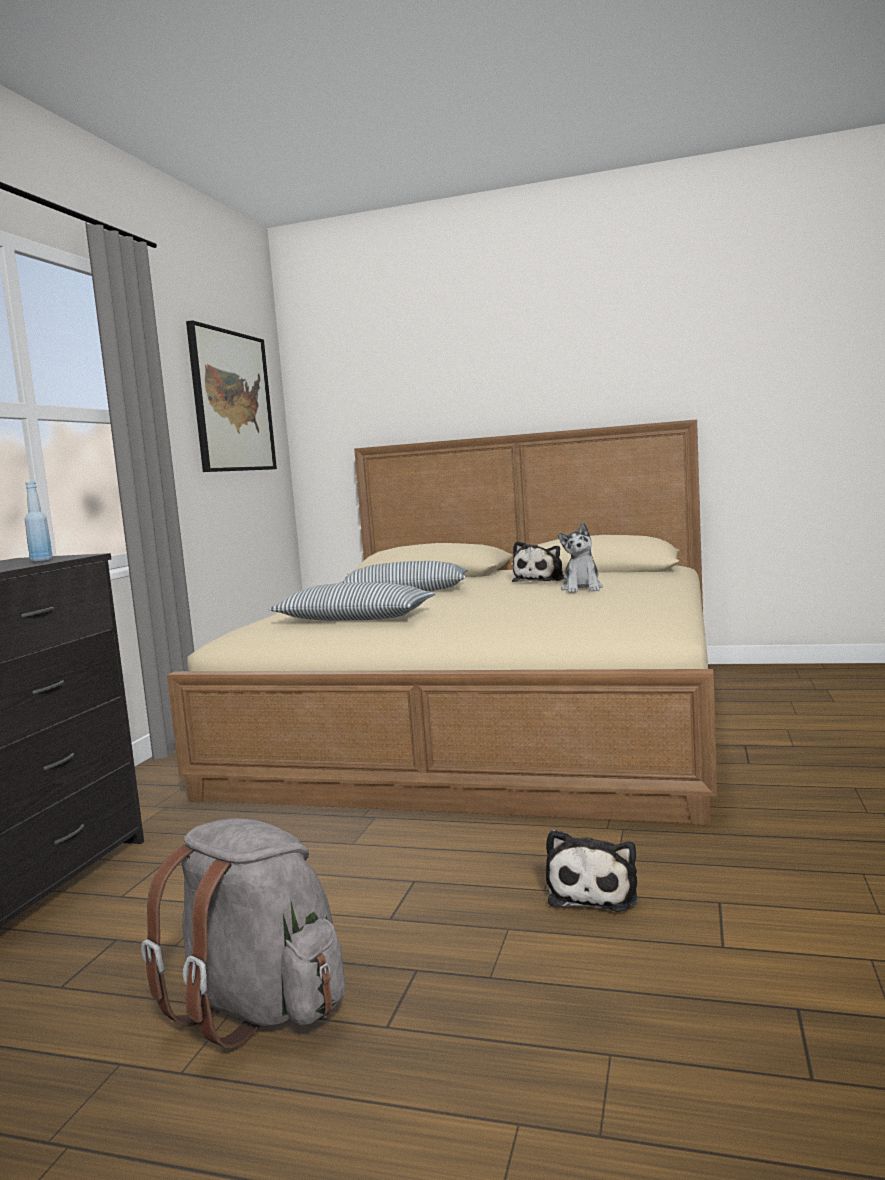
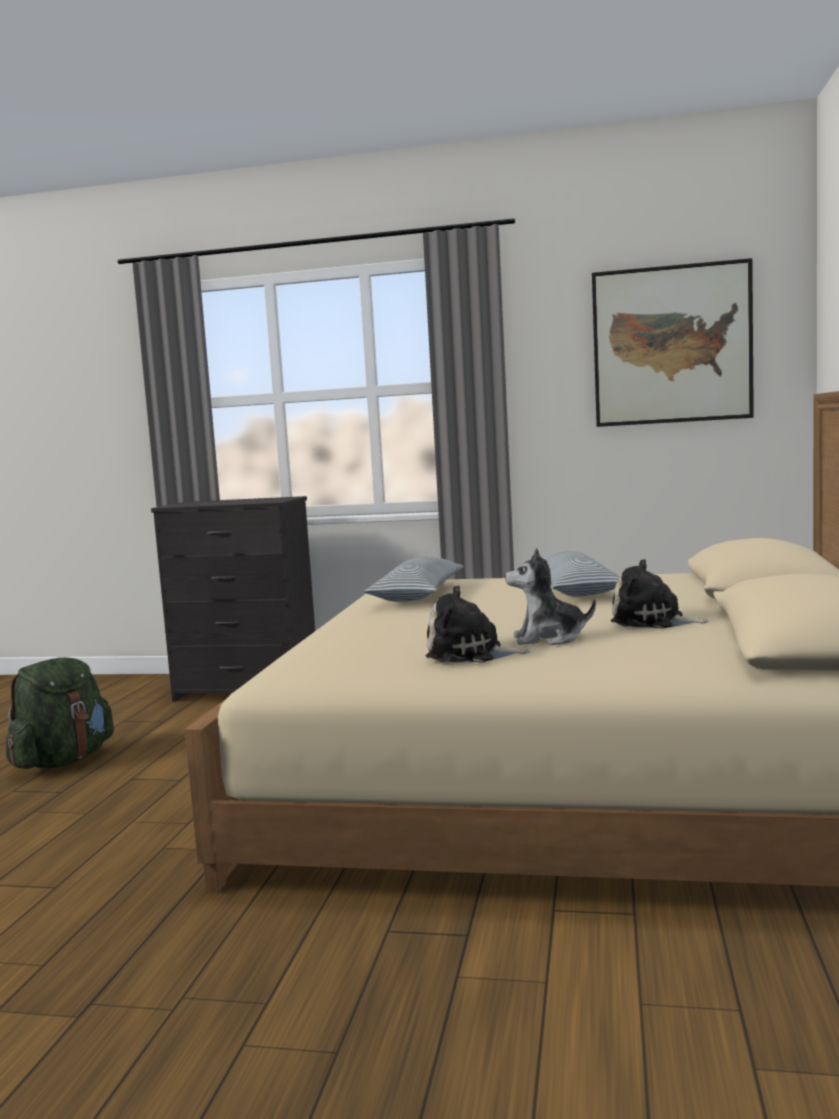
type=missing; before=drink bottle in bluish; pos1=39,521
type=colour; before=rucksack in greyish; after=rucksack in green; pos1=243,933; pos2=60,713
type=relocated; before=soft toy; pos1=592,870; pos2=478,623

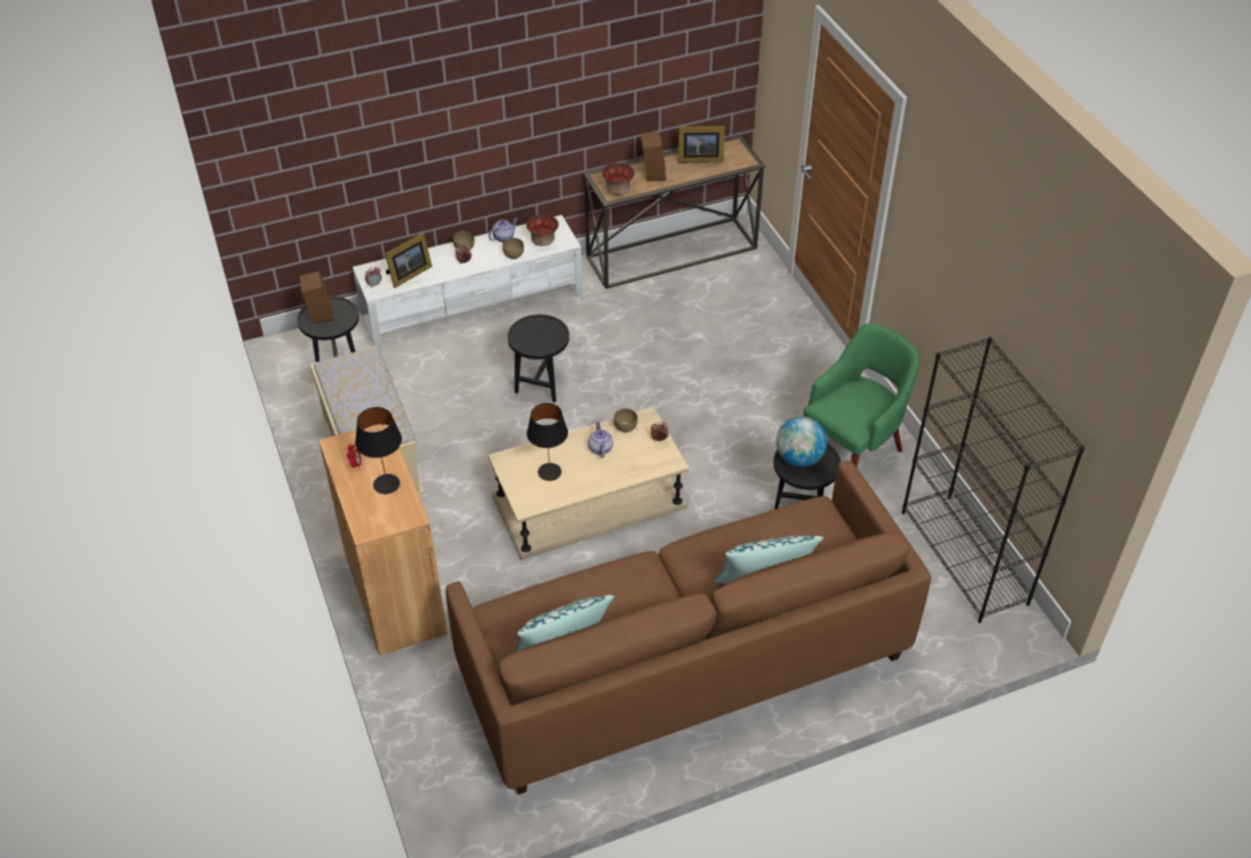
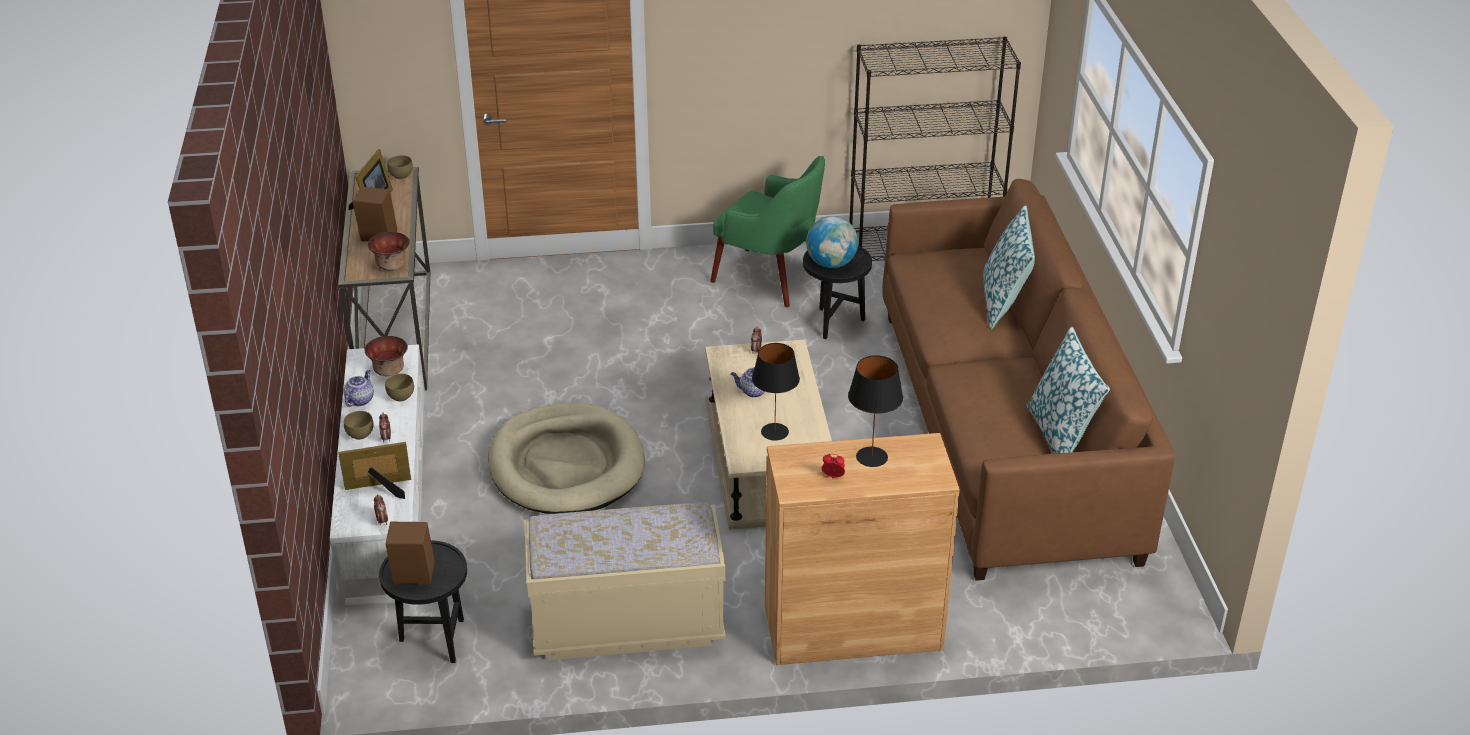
type=spun; before=teapot; pos1=503,230; pos2=358,388; turn=45
type=spun; before=photo frame; pos1=408,260; pos2=374,470; turn=-75
type=exchanged; before=side table in black; after=dog cushion in beige-coloured; pos1=538,358; pos2=566,458
type=spun; before=armchair in green; pos1=861,395; pos2=767,232; turn=150
type=relocated; before=serving bowl in brown-coloured; pos1=626,420; pos2=400,167

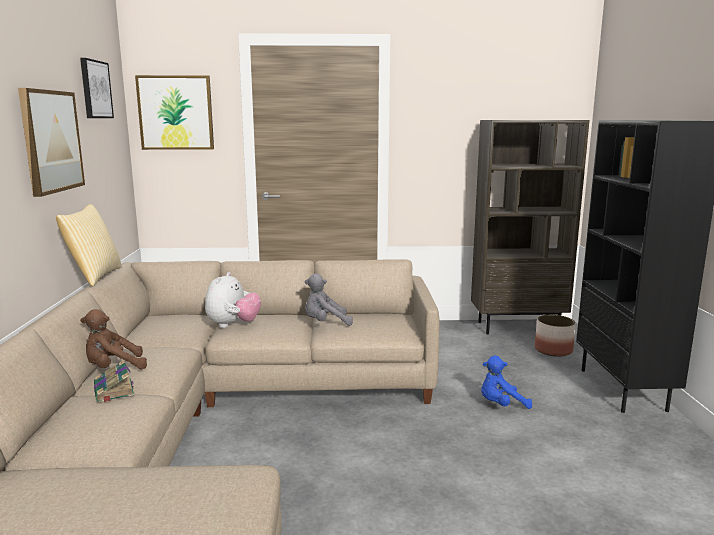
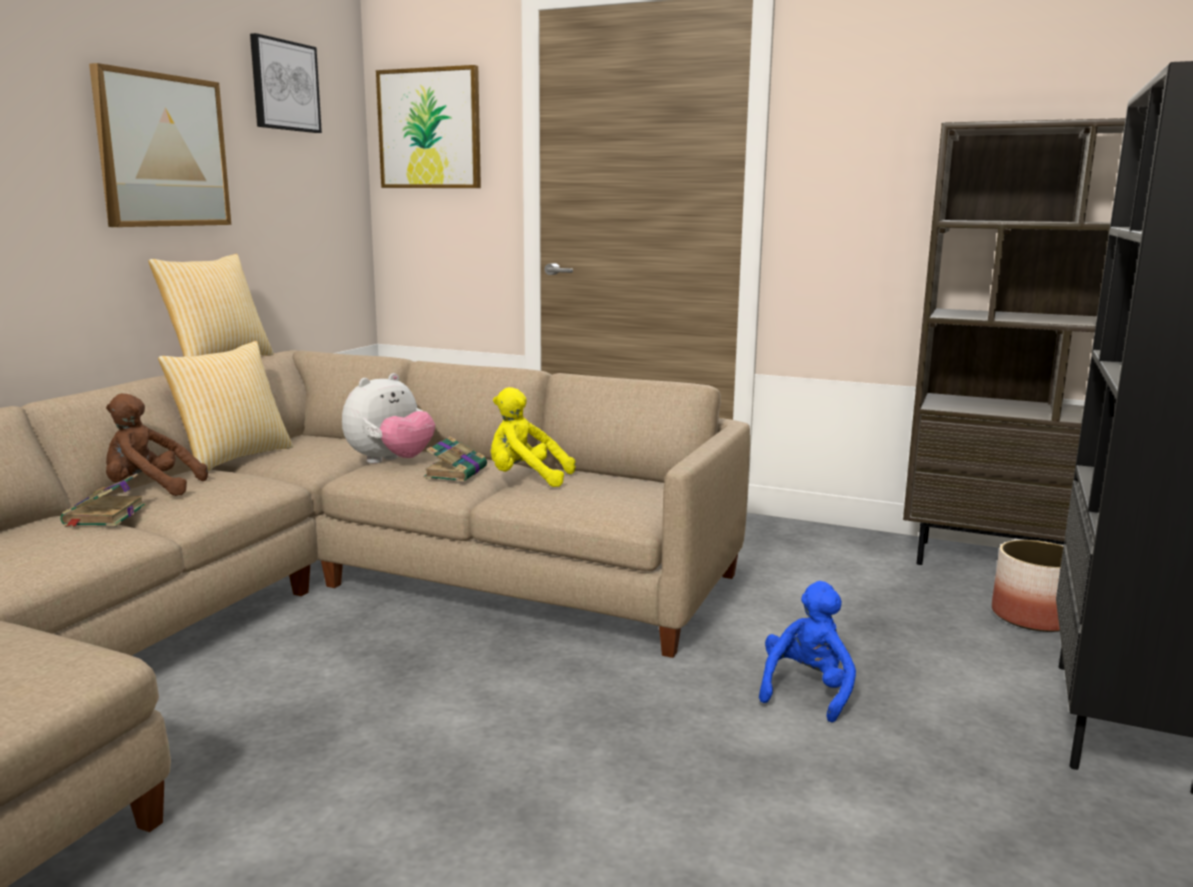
type=colour; before=soft toy in greyish; after=soft toy in yellowish; pos1=328,300; pos2=533,437
type=spun; before=soft toy in bluish; pos1=506,382; pos2=807,652; turn=105
type=appeared; after=pillow; pos2=225,406
type=appeared; after=bound book; pos2=455,459

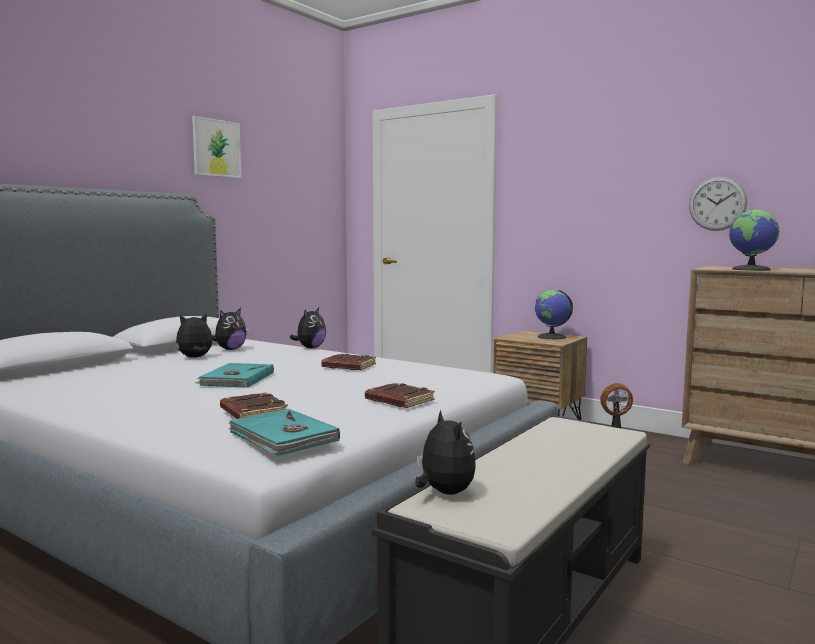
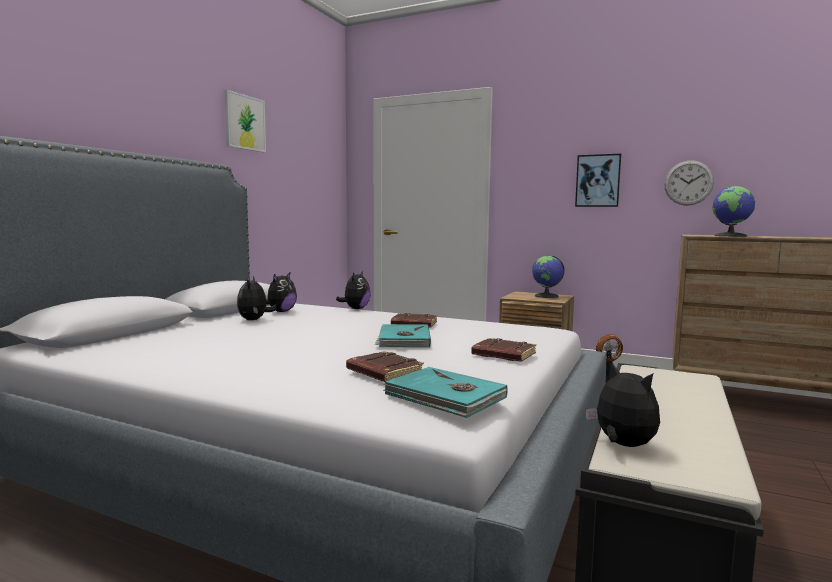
type=spun; before=soft toy; pos1=193,335; pos2=257,298; turn=-60
type=relocated; before=bound book in turquoise; pos1=234,375; pos2=403,336
type=appeared; after=wall art; pos2=598,180

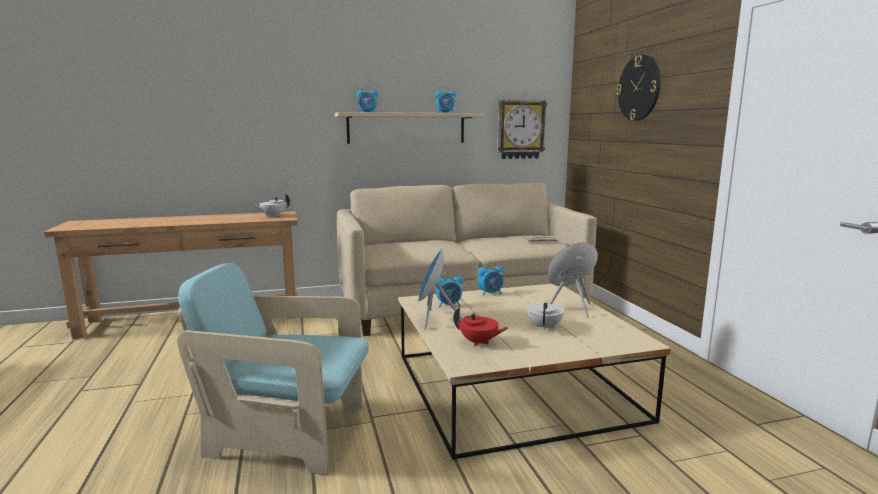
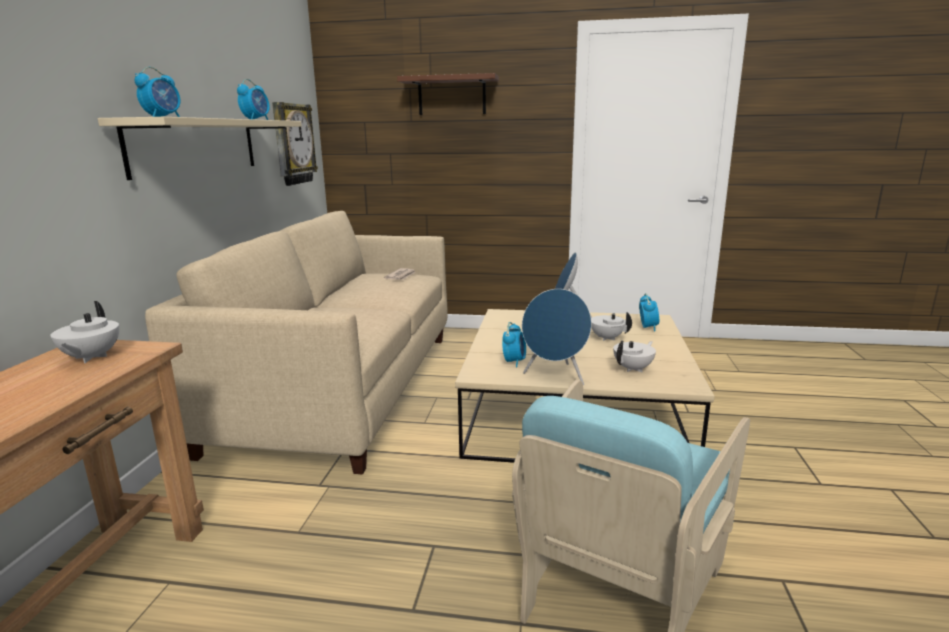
type=exchanged; before=wall clock; after=bracket shelf in brown-coloured; pos1=638,87; pos2=448,94
type=relocated; before=bedside clock; pos1=490,279; pos2=649,312
type=colour; before=teapot in red-coloured; after=teapot in white; pos1=480,326; pos2=634,356

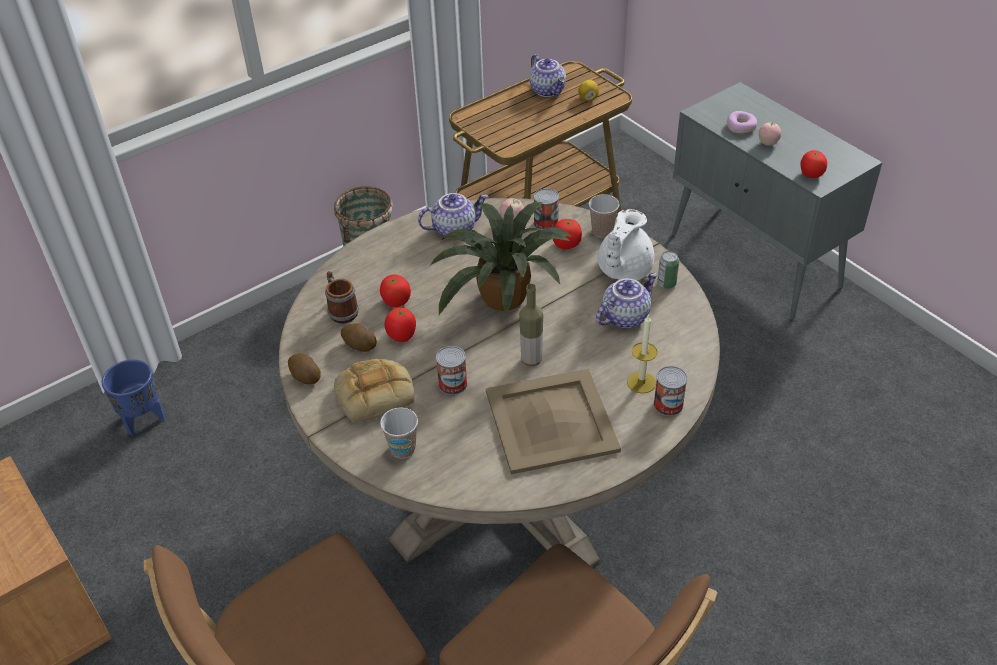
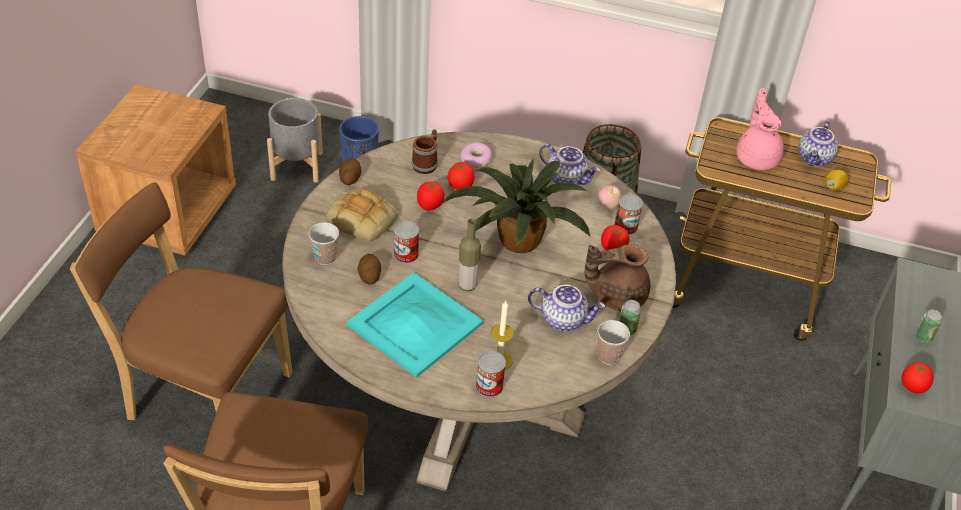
type=relocated; before=ring doughnut; pos1=742,122; pos2=476,155
type=exchanged; before=apple; after=metal can; pos1=770,134; pos2=928,326
type=relocated; before=cup; pos1=604,216; pos2=614,342
type=colour; before=teapot in white; after=teapot in brown-coloured; pos1=626,245; pos2=617,277
type=relocated; before=potato; pos1=359,337; pos2=369,269
type=colour; before=serving tray in beige-coloured; after=serving tray in turquoise; pos1=553,421; pos2=414,325
type=appeared; after=teapot in pink; pos2=760,129
type=appeared; after=flower pot in greyish; pos2=295,140

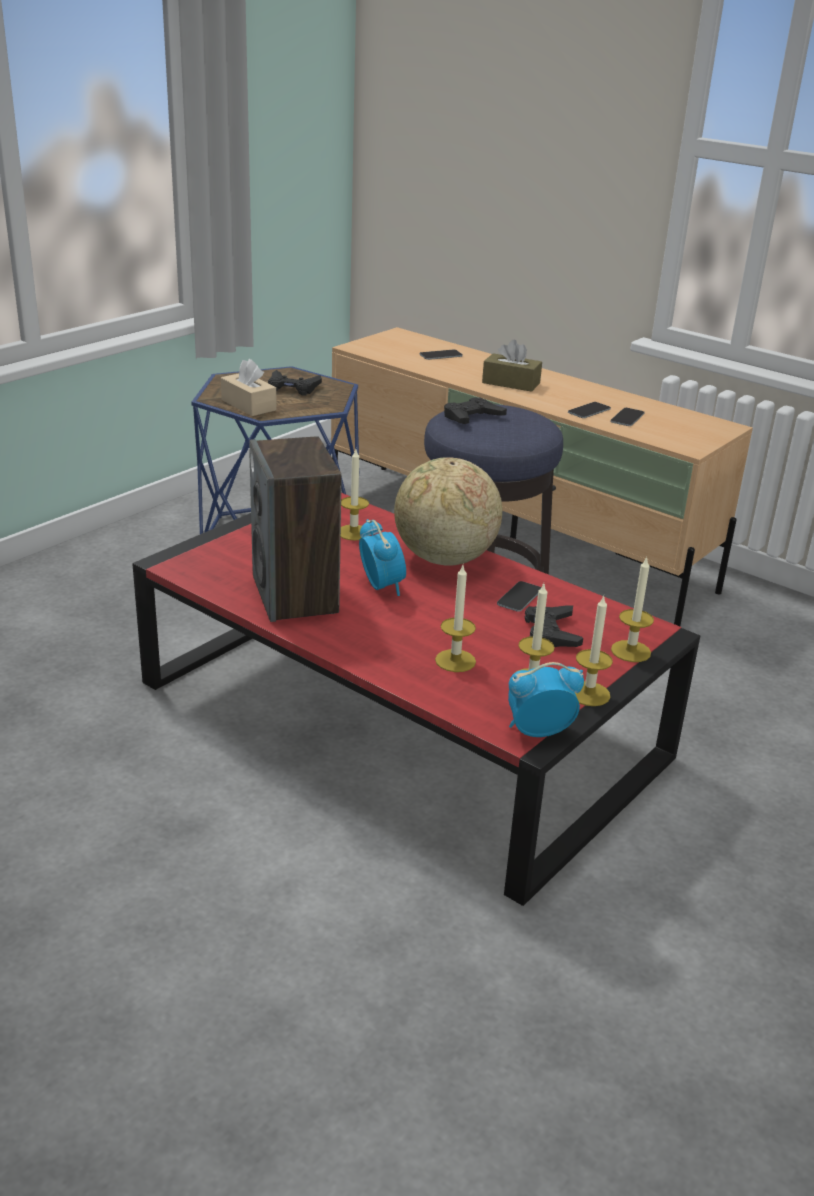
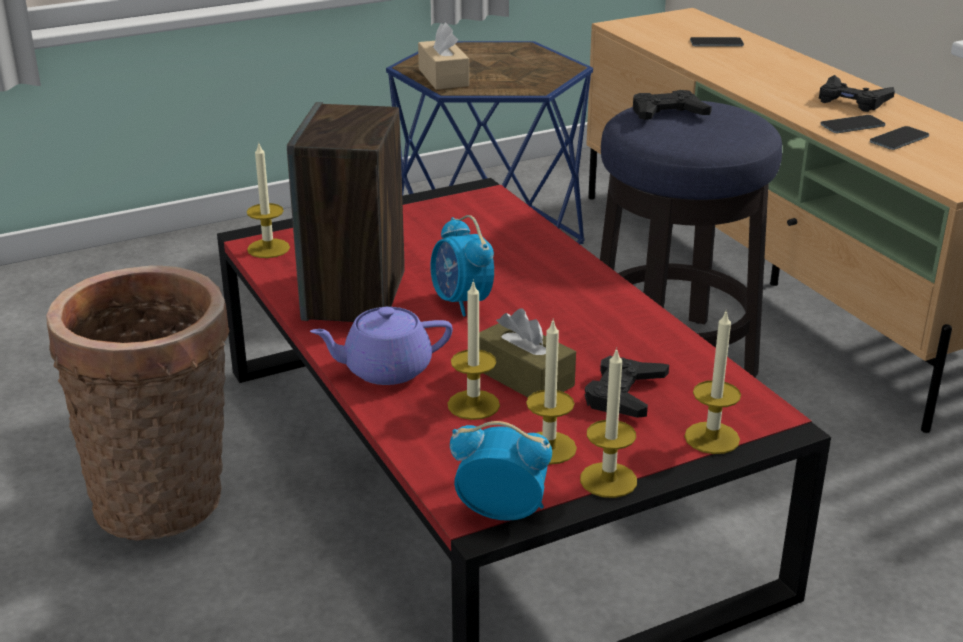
type=relocated; before=tissue holder in brown-coloured; pos1=512,366; pos2=527,352
type=relocated; before=gamepad in black; pos1=295,383; pos2=857,93
type=relocated; before=wax candle; pos1=355,495; pos2=268,201
type=missing; before=desk globe; pos1=448,512
type=spun; before=bedside clock; pos1=382,557; pos2=462,265; turn=150
type=missing; before=phone; pos1=519,596
type=appeared; after=household basket; pos2=138,403
type=appeared; after=teapot in purplish; pos2=381,346

